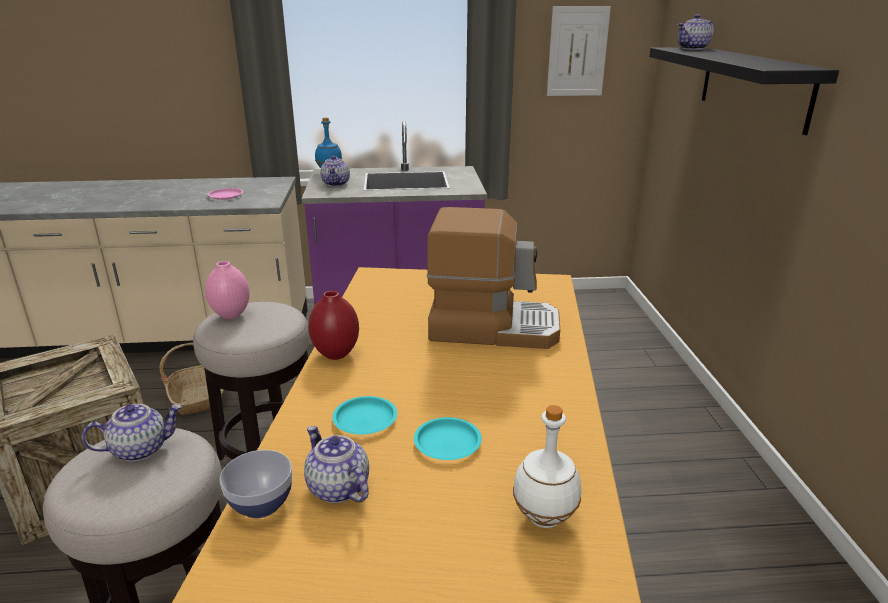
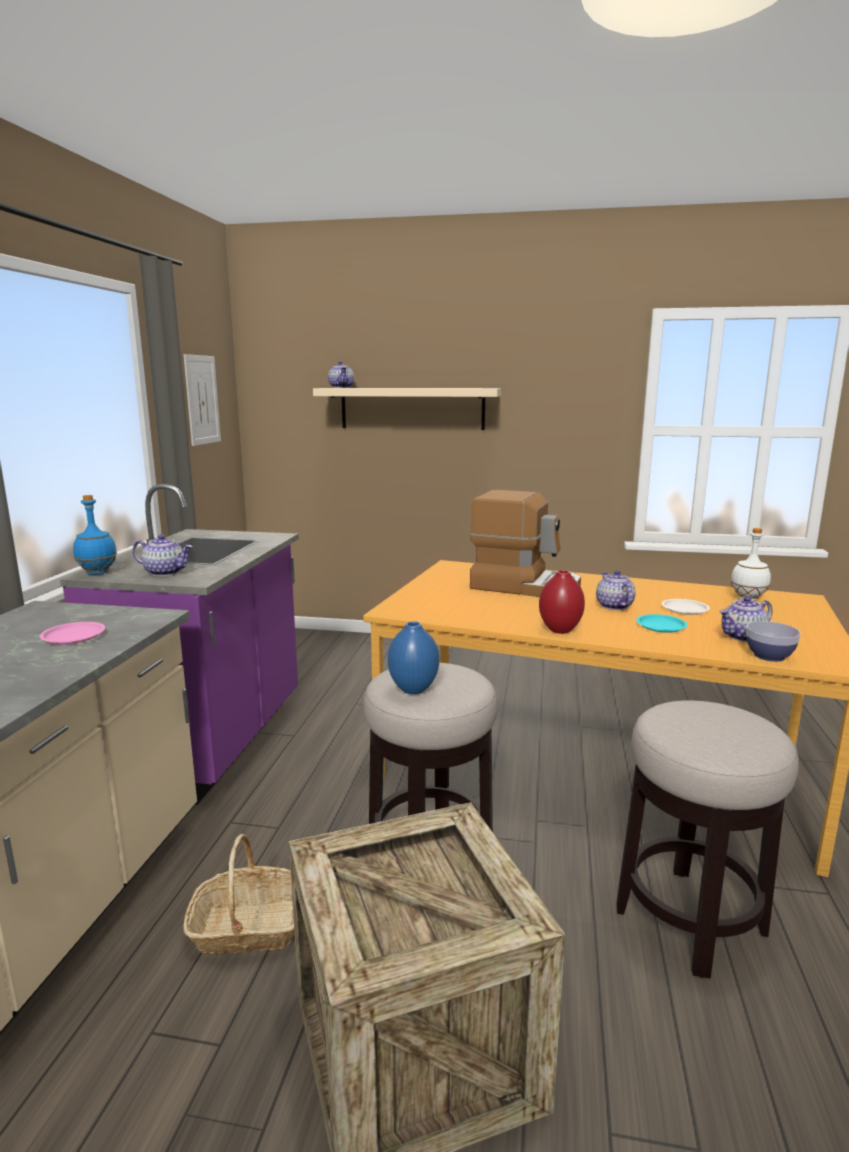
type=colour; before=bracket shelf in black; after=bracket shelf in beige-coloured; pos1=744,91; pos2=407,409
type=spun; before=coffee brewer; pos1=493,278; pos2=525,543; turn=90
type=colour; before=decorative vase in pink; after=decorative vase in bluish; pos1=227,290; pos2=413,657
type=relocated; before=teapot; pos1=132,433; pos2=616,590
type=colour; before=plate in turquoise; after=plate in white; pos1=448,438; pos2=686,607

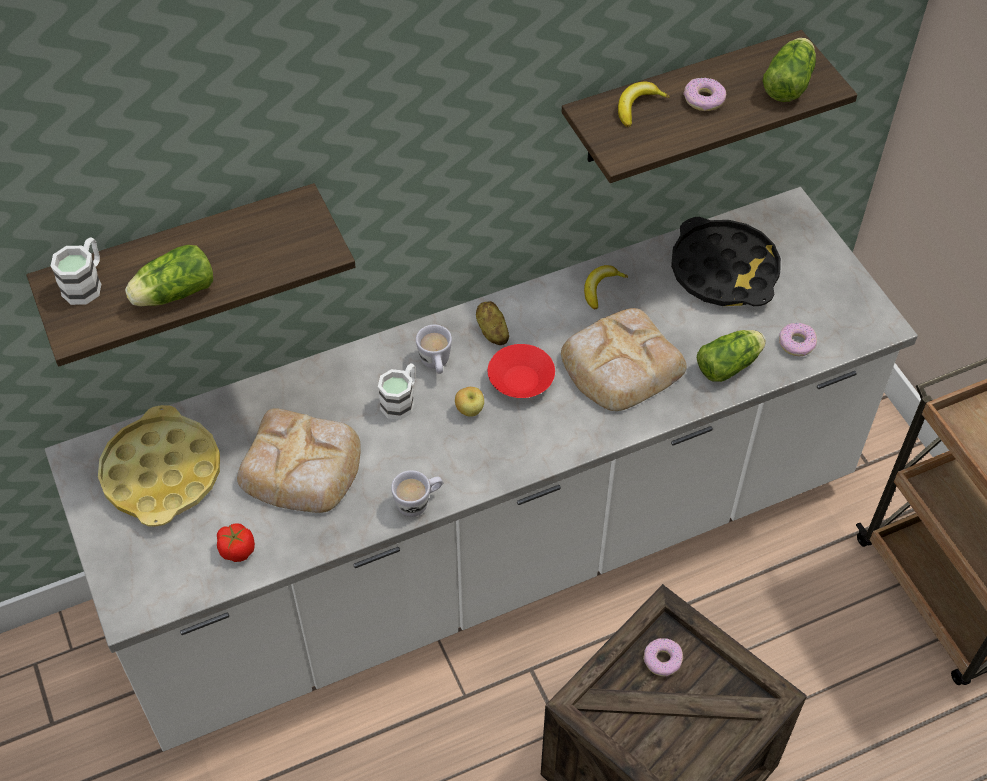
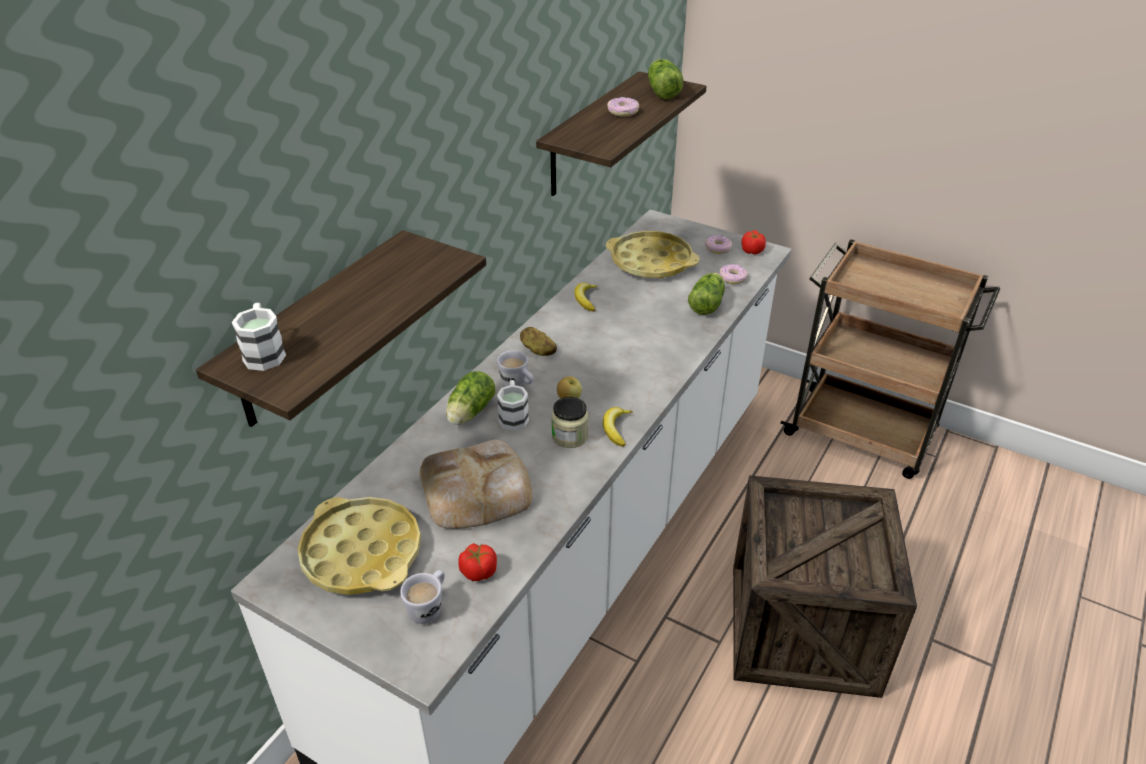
type=relocated; before=banana; pos1=644,104; pos2=618,427
type=colour; before=serving tray in black; after=serving tray in yellowish; pos1=726,261; pos2=653,255
type=relocated; before=lettuce; pos1=169,275; pos2=470,398
type=missing; before=bread; pos1=624,359
type=missing; before=serving bowl in red-coloured; pos1=521,371
type=relocated; before=tea mug in white; pos1=417,493; pos2=422,597
type=relocated; before=ring doughnut; pos1=663,657; pos2=718,244
type=appeared; after=fresh tomato; pos2=753,242
type=appeared; after=jar; pos2=570,422

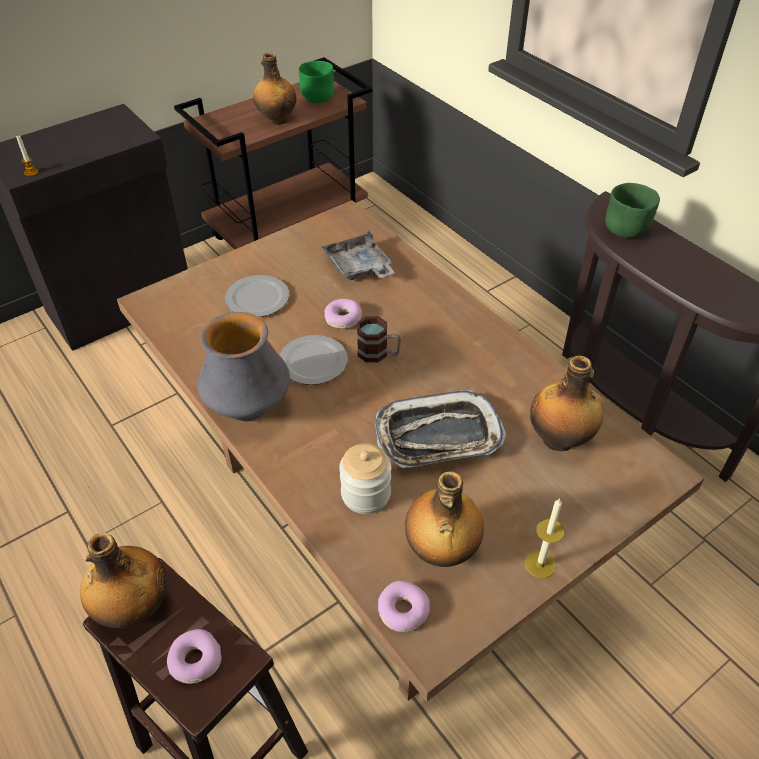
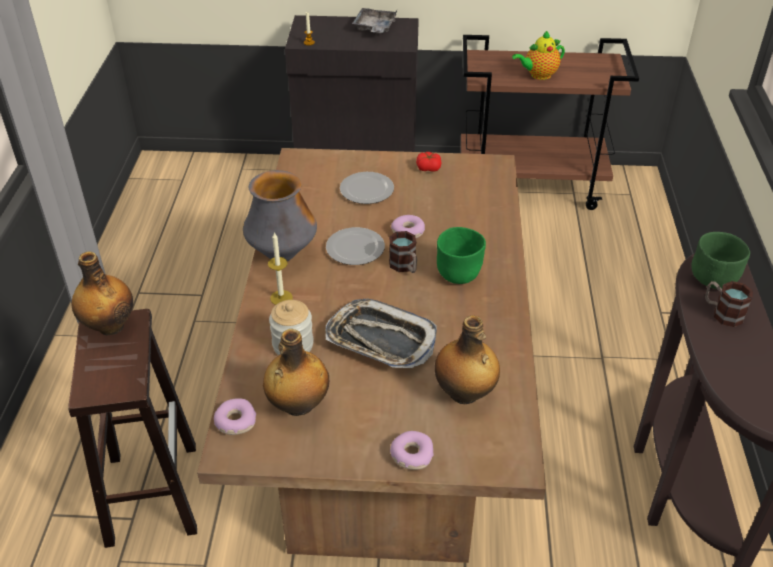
type=exchanged; before=drink bottle; after=teapot; pos1=274,88; pos2=538,55
type=relocated; before=serving bowl in green; pos1=316,82; pos2=461,255
type=relocated; before=serving tray in greyish; pos1=358,255; pos2=374,20
type=relocated; before=wax candle; pos1=544,538; pos2=280,268
type=relocated; before=ring doughnut; pos1=194,656; pos2=412,450
type=appeared; after=fresh tomato; pos2=429,161
type=appeared; after=tea mug; pos2=729,304

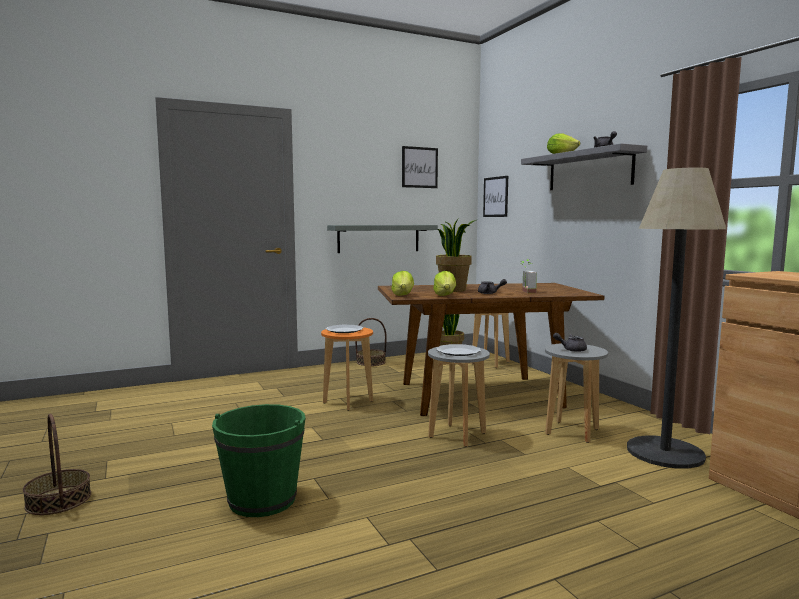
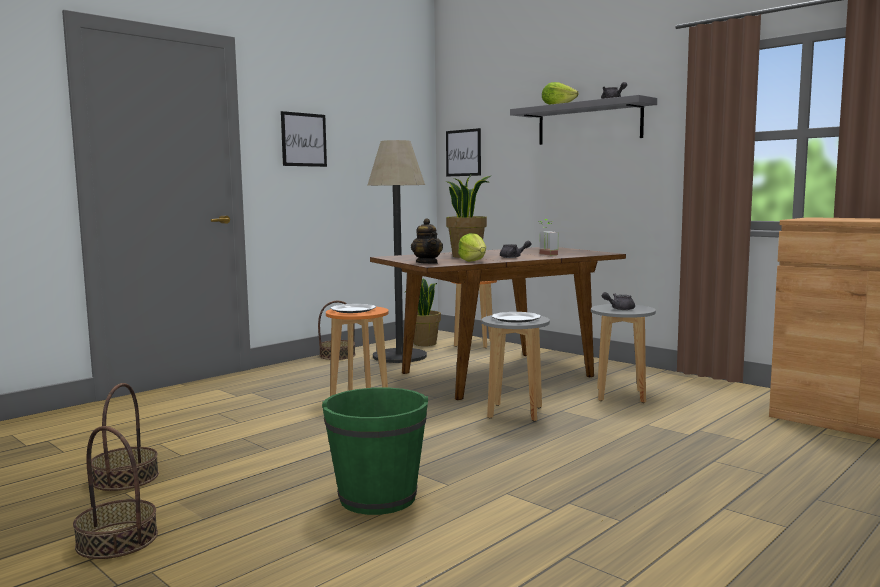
type=relocated; before=wall art; pos1=420,167; pos2=304,139
type=relocated; before=floor lamp; pos1=676,318; pos2=397,251
type=missing; before=bracket shelf in greyish; pos1=382,239
type=exchanged; before=lettuce; after=teapot; pos1=402,283; pos2=427,241
type=appeared; after=household basket; pos2=125,437

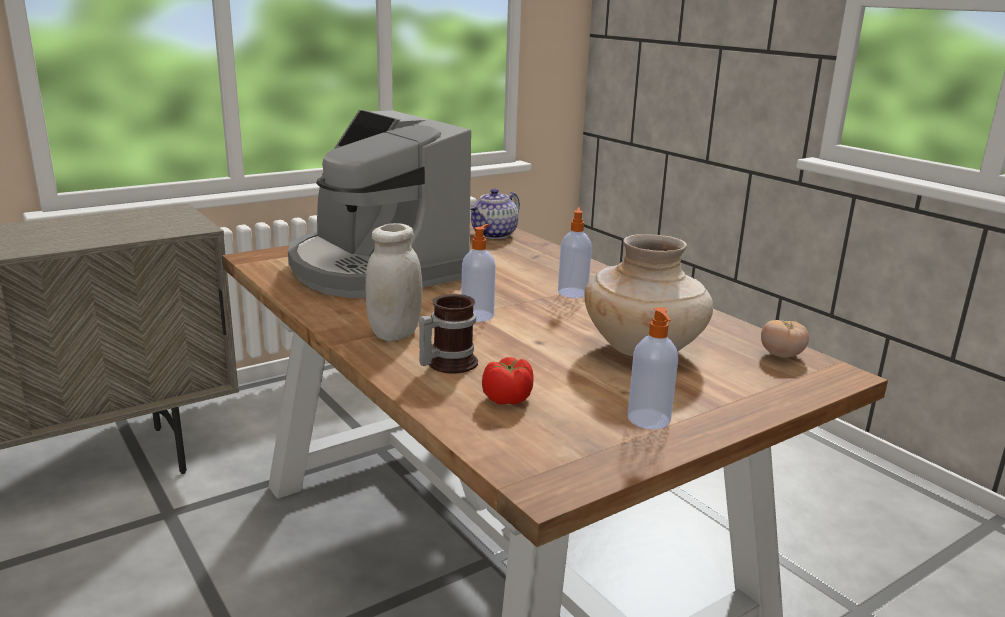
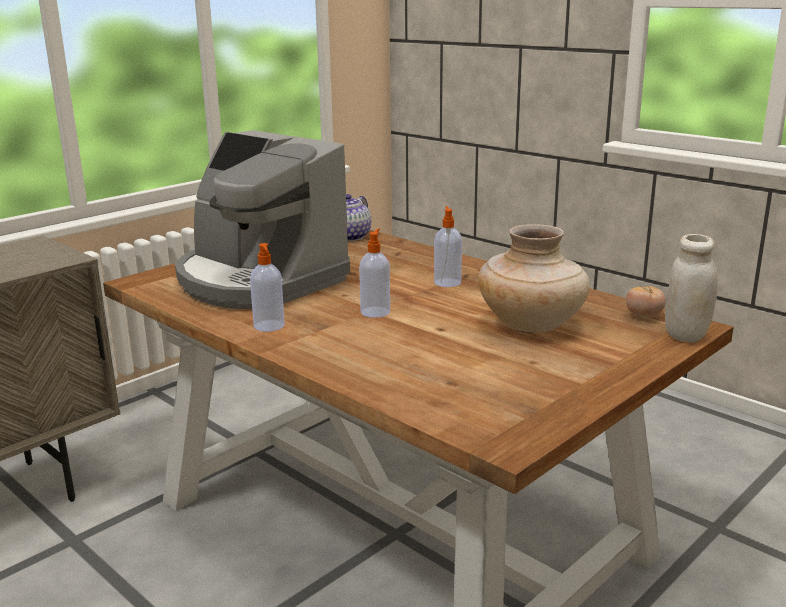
type=relocated; before=jar in white; pos1=394,282; pos2=691,288
type=missing; before=tea mug; pos1=448,334
type=relocated; before=soap dispenser; pos1=653,368; pos2=267,287
type=missing; before=fresh tomato; pos1=508,381

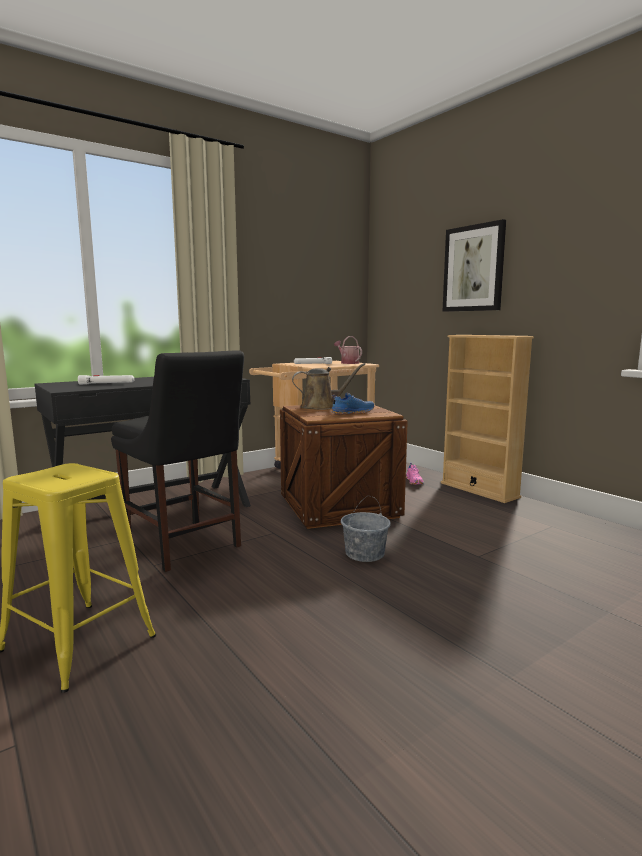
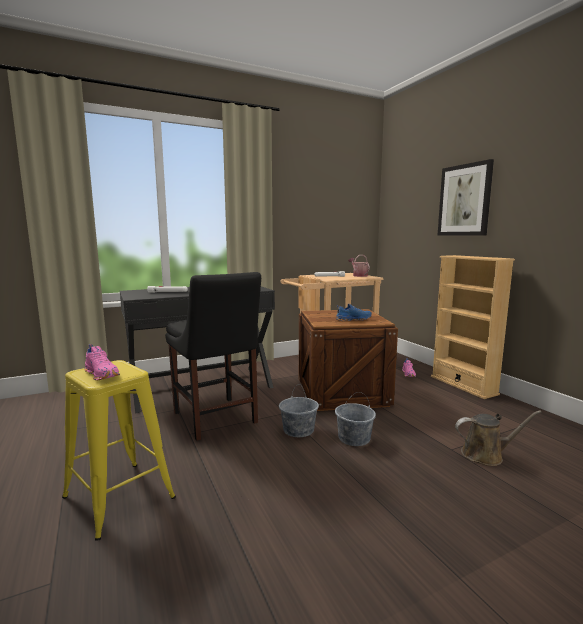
type=relocated; before=watering pot in brown-coloured; pos1=328,386; pos2=498,438
type=appeared; after=item of footwear in pink; pos2=102,362
type=appeared; after=bucket in greyish; pos2=299,410

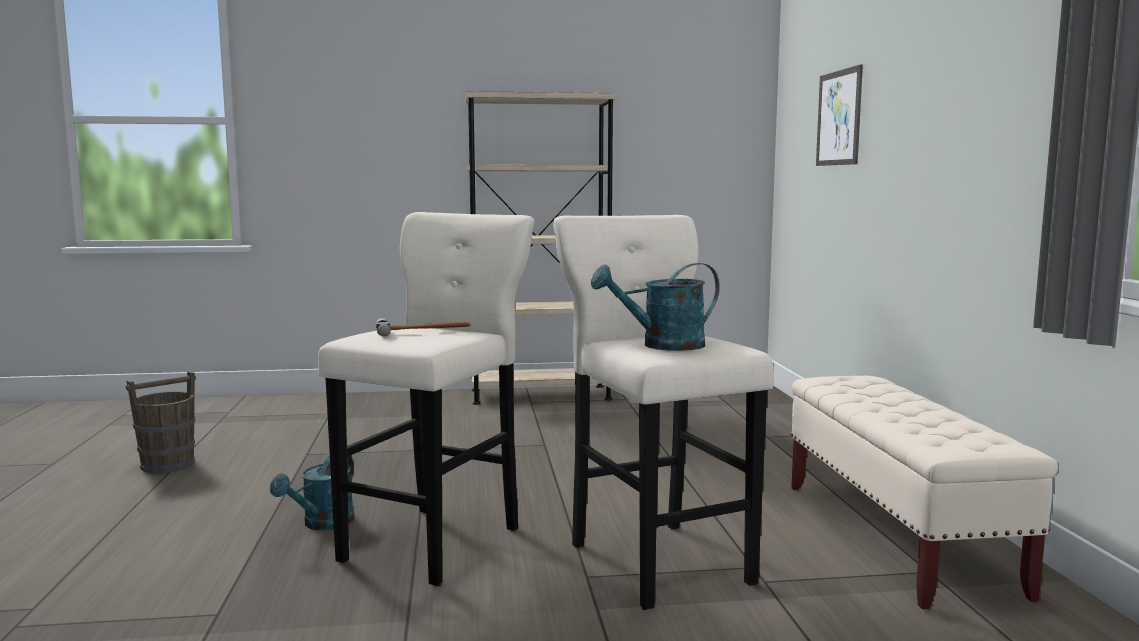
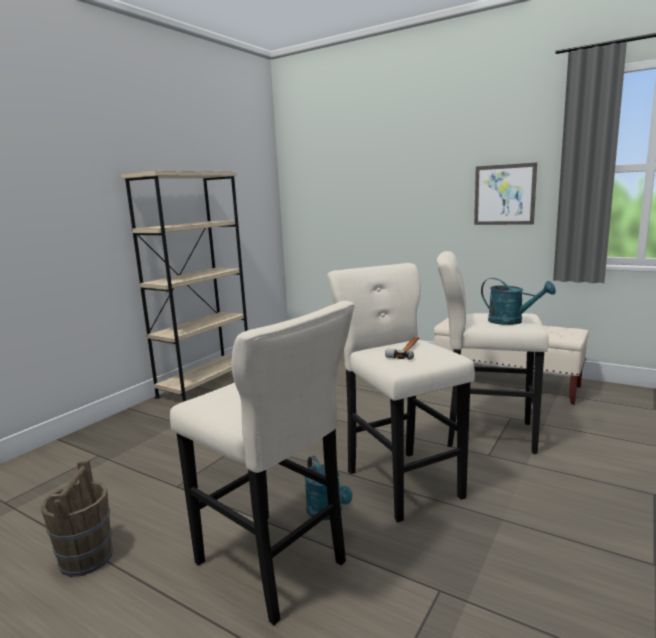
type=relocated; before=wall art; pos1=839,115; pos2=505,193
type=spun; before=watering pot in turquoise; pos1=655,307; pos2=518,301; turn=-75
type=appeared; after=stool in beige-coloured; pos2=262,463

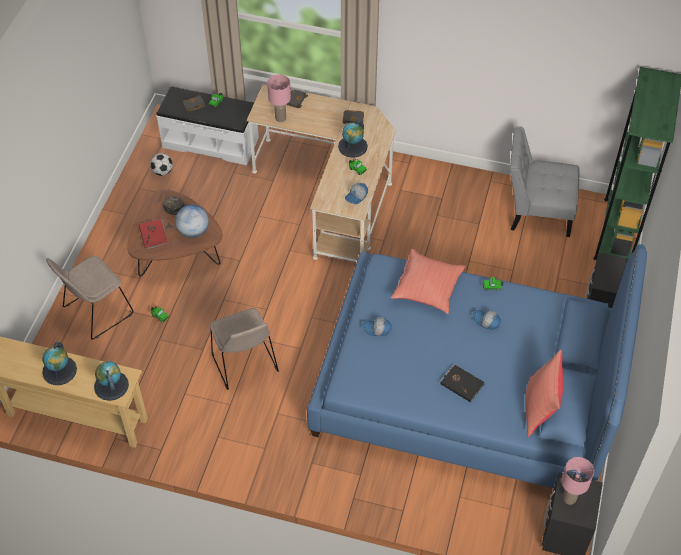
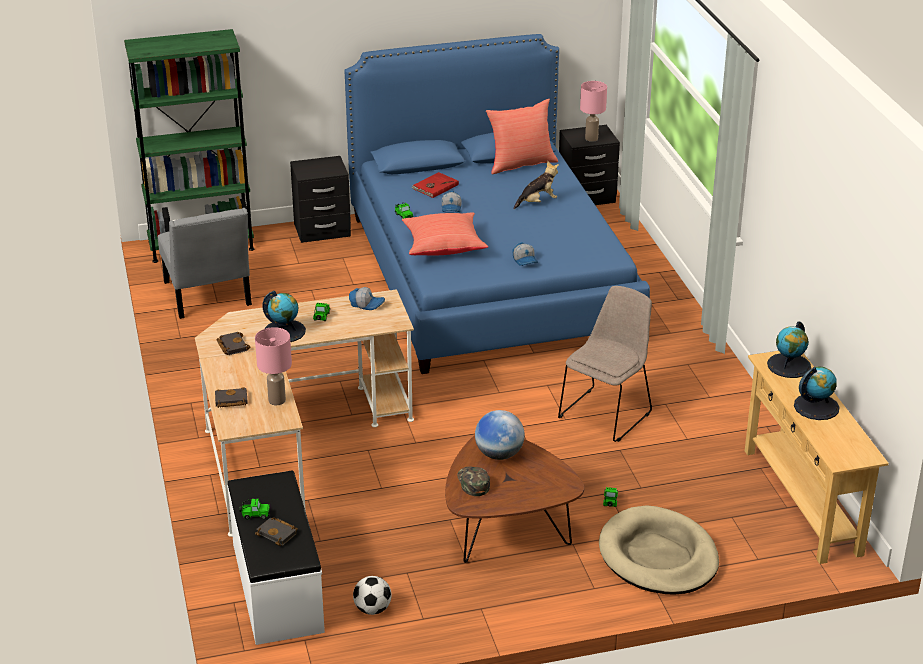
type=relocated; before=bound book in red-coloured; pos1=153,234; pos2=435,185
type=exchanged; before=upright chair in beige-coloured; after=dog cushion in beige-coloured; pos1=89,298; pos2=659,549
type=exchanged; before=bound book in black; after=soft toy; pos1=462,383; pos2=536,185

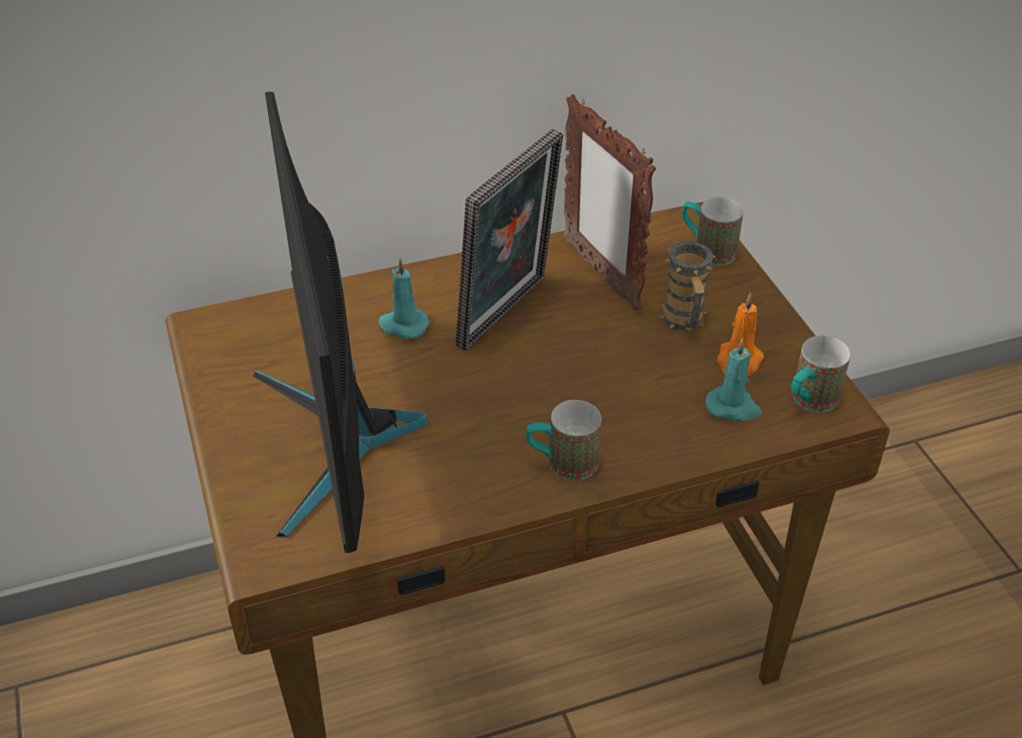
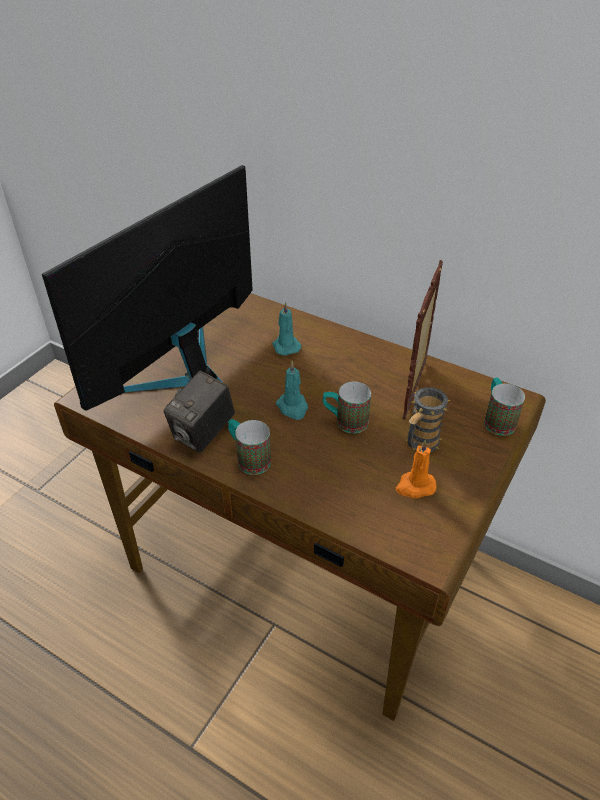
type=missing; before=photo frame; pos1=509,240
type=relocated; before=tea mug; pos1=821,374; pos2=347,407
type=relocated; before=wax candle in turquoise; pos1=733,380; pos2=292,390
type=appeared; after=photo camera; pos2=199,411

